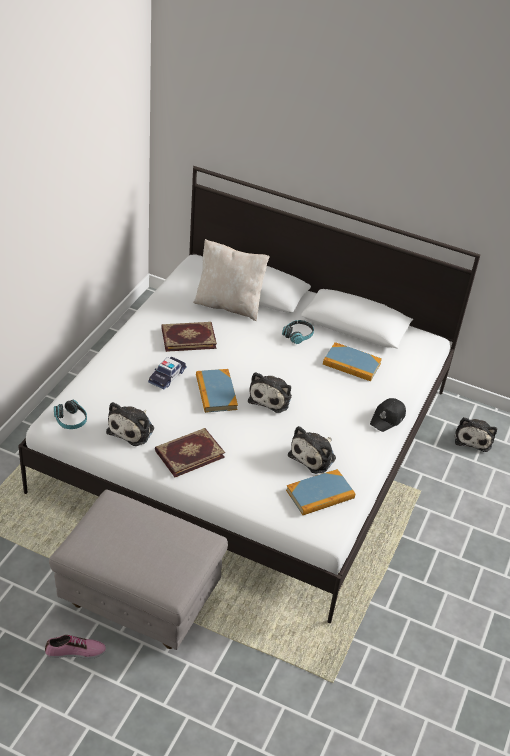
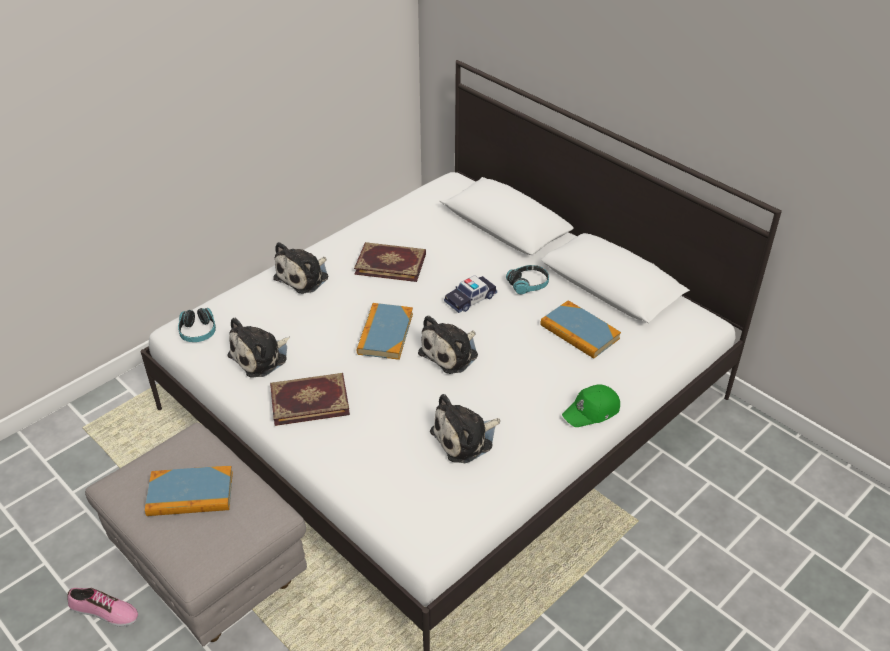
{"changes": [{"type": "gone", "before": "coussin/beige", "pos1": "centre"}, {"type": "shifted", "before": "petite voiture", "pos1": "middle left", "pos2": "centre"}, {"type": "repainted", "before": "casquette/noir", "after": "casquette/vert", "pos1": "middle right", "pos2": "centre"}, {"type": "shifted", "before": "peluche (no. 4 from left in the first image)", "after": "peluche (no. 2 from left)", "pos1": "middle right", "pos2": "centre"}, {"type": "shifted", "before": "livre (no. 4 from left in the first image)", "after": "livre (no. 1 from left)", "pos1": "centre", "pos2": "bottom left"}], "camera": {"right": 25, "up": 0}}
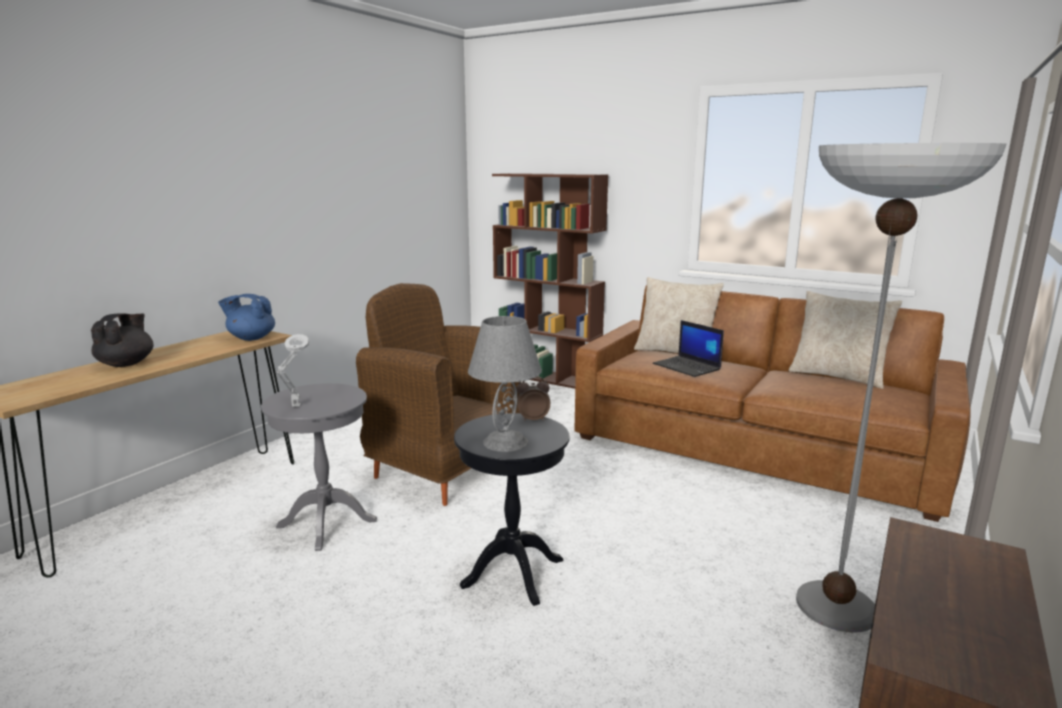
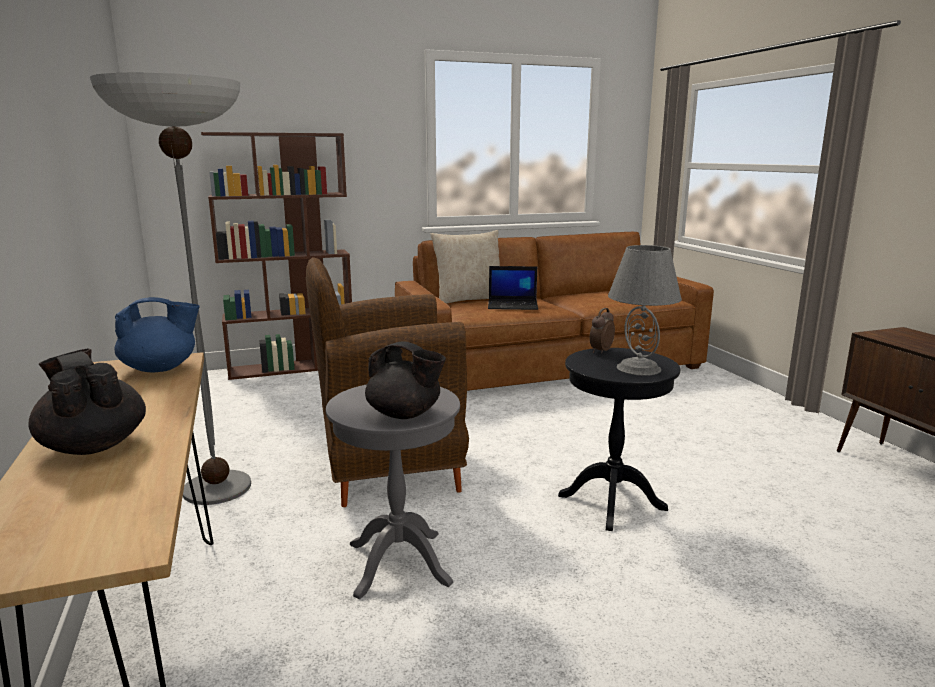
{"changes": [{"type": "shifted", "before": "lampadaire", "pos1": "middle right", "pos2": "middle left"}, {"type": "gone", "before": "coussin/beige (no. 2 from left)", "pos1": "middle right"}, {"type": "rotated", "before": "théière/bleu", "pos1": "middle left", "pos2": "middle left", "turn": -150}, {"type": "swapped", "before": "lampe de table/gris (no. 1 from left)", "after": "théière/noir (no. 2 from left)", "pos1": "middle left", "pos2": "centre"}], "camera": {"right": -50, "up": 0}}
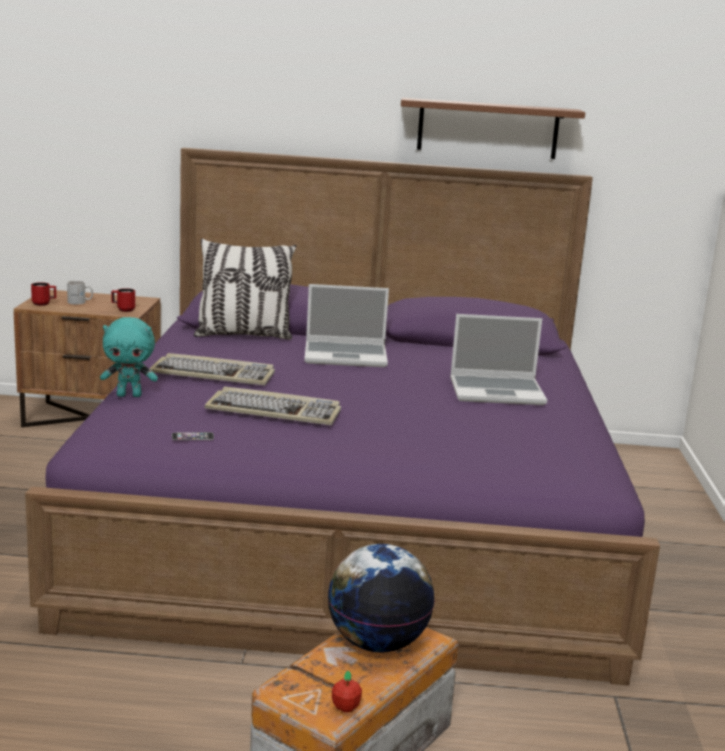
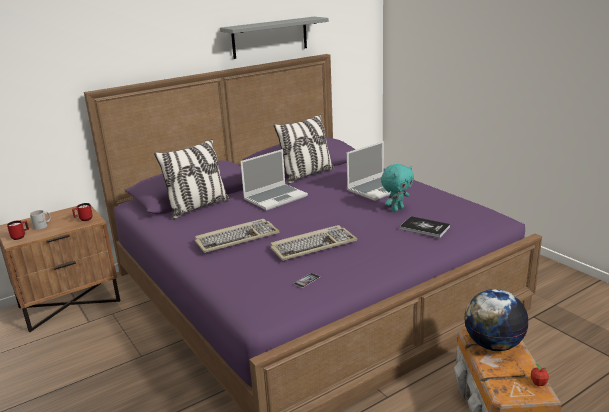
{"changes": [{"type": "repainted", "before": "étagère/marron", "after": "étagère/gris", "pos1": "top right", "pos2": "top centre"}, {"type": "shifted", "before": "peluche/turquoise", "pos1": "middle left", "pos2": "centre"}, {"type": "new", "after": "coussin (no. 2 from left)", "pos2": "centre"}, {"type": "new", "after": "livre", "pos2": "middle right"}], "camera": {"right": -35, "up": 5}}
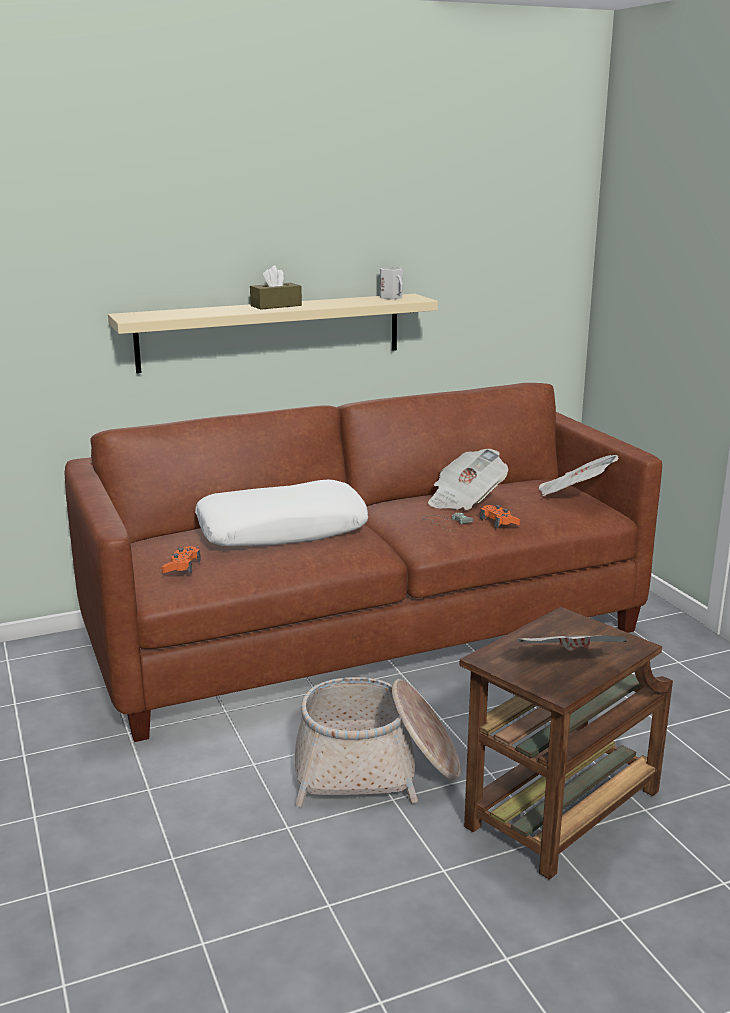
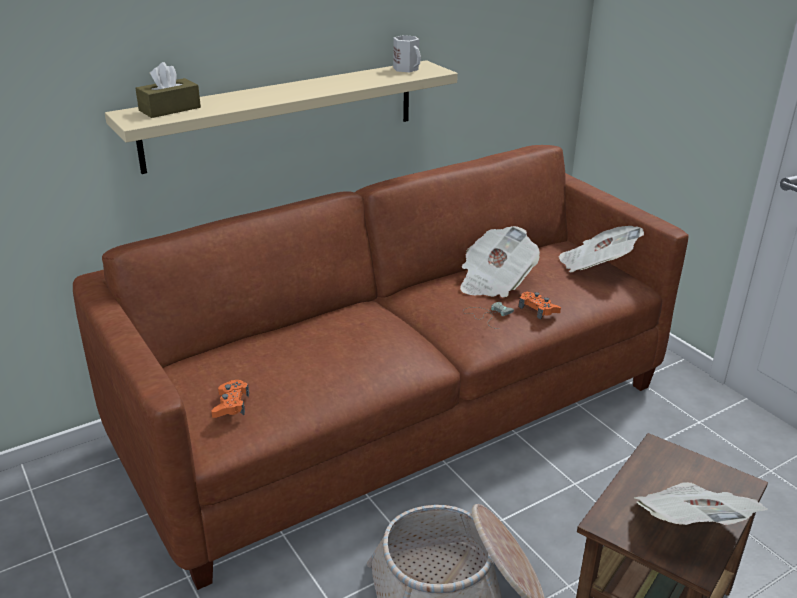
{"changes": [{"type": "shifted", "before": "boîte à mouchoirs/marron", "pos1": "top centre", "pos2": "top left"}, {"type": "gone", "before": "coussin/blanc", "pos1": "centre"}], "camera": {"right": -10, "up": 10}}
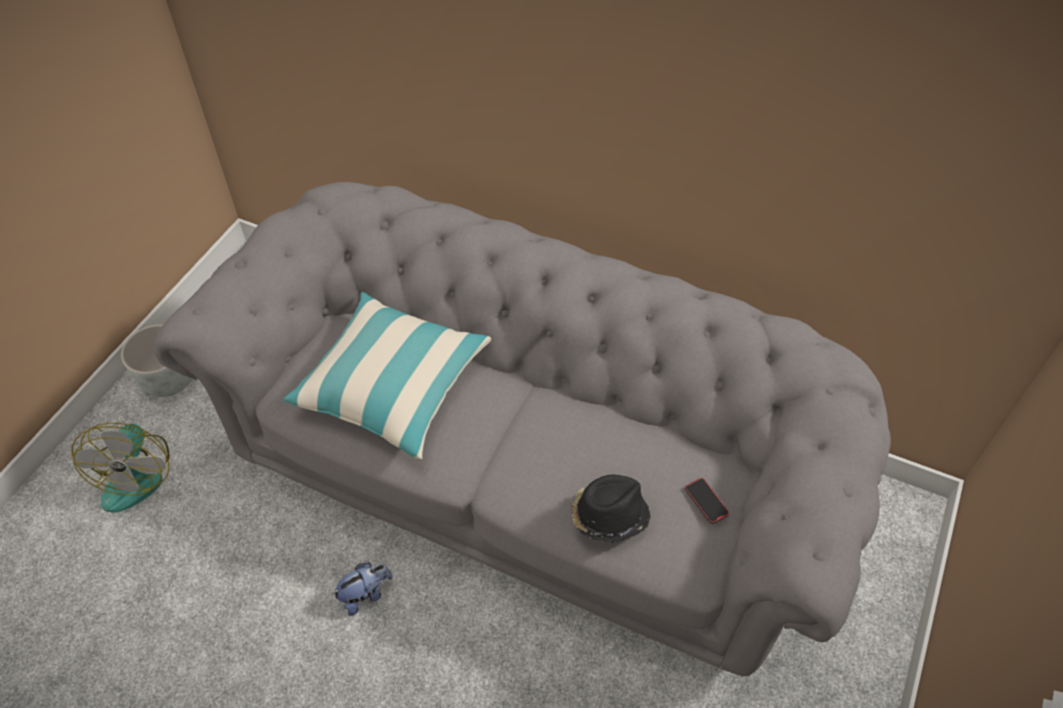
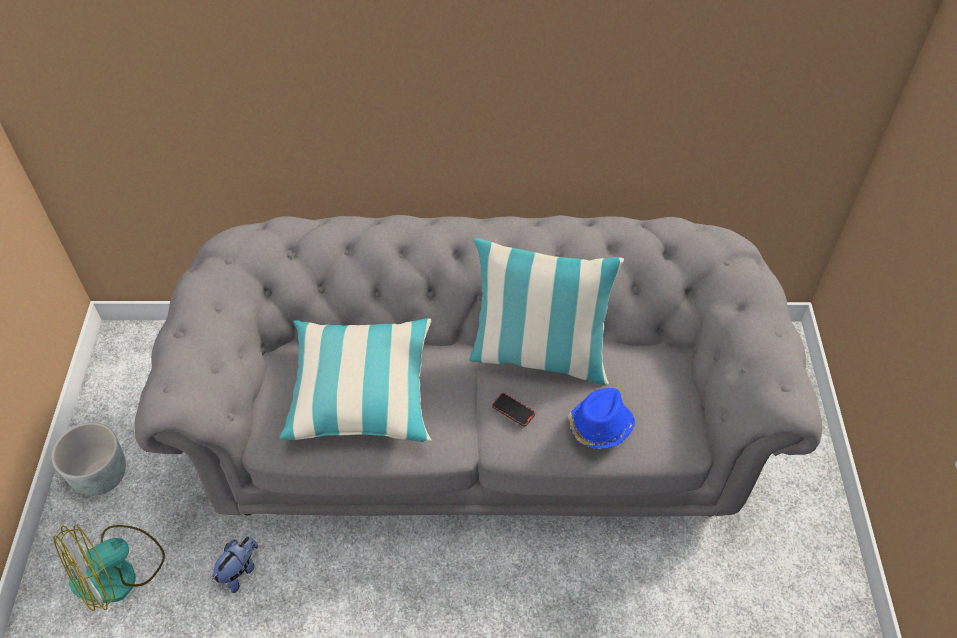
{"changes": [{"type": "rotated", "before": "ventilateur", "pos1": "middle left", "pos2": "bottom left", "turn": 75}, {"type": "repainted", "before": "chapeau/noir", "after": "chapeau/bleu", "pos1": "bottom centre", "pos2": "centre"}, {"type": "shifted", "before": "téléphone", "pos1": "bottom centre", "pos2": "centre"}, {"type": "shifted", "before": "peluche", "pos1": "bottom centre", "pos2": "bottom left"}, {"type": "new", "after": "coussin (no. 2 from left)", "pos2": "centre"}], "camera": {"right": -25, "up": 0}}
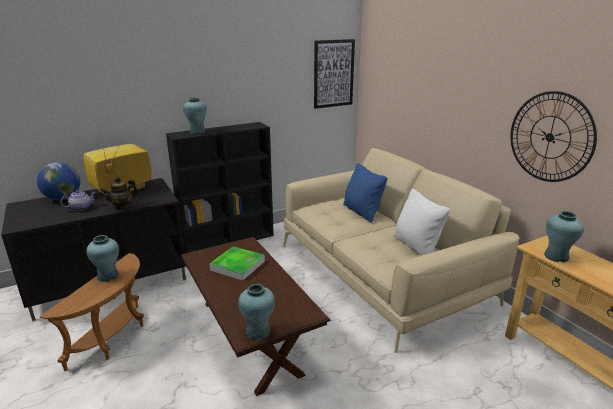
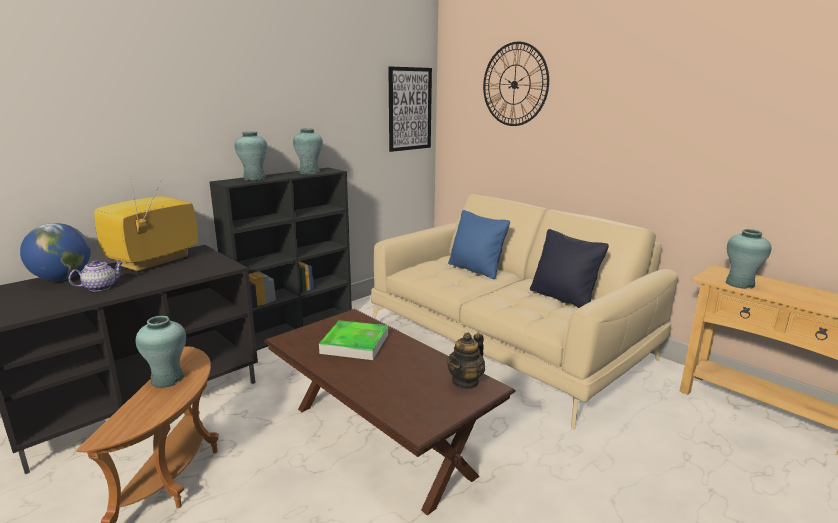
{"changes": [{"type": "shifted", "before": "horloge murale", "pos1": "top right", "pos2": "top centre"}, {"type": "shifted", "before": "théière (no. 2 from left)", "pos1": "middle left", "pos2": "bottom centre"}, {"type": "repainted", "before": "coussin/blanc", "after": "coussin/noir", "pos1": "middle right", "pos2": "middle right"}, {"type": "shifted", "before": "vase/turquoise (no. 3 from left)", "pos1": "bottom centre", "pos2": "top centre"}], "camera": {"right": -15, "up": -5}}
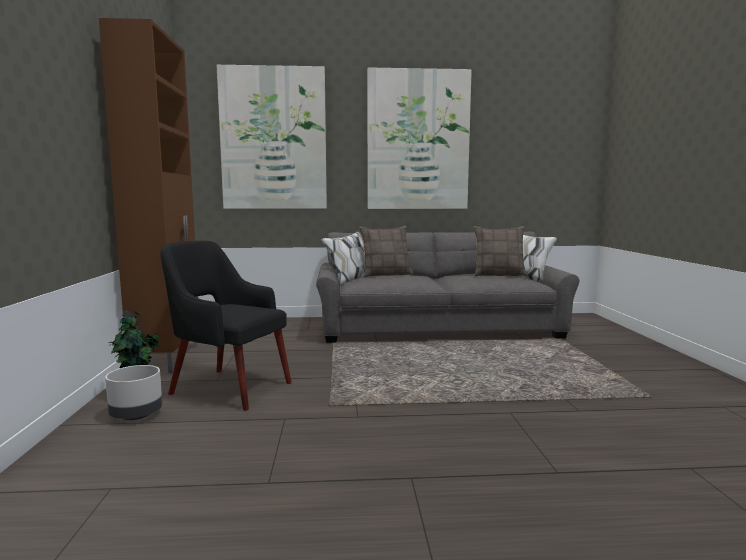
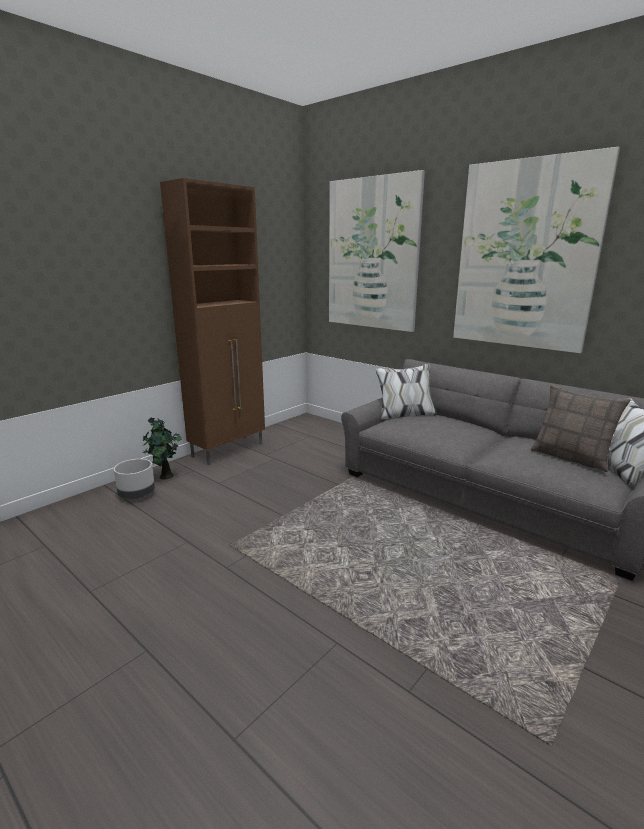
{"changes": [{"type": "gone", "before": "coussin (no. 1 from left)", "pos1": "centre"}, {"type": "gone", "before": "fauteuil/noir", "pos1": "middle left"}], "camera": {"right": 45, "up": 10}}
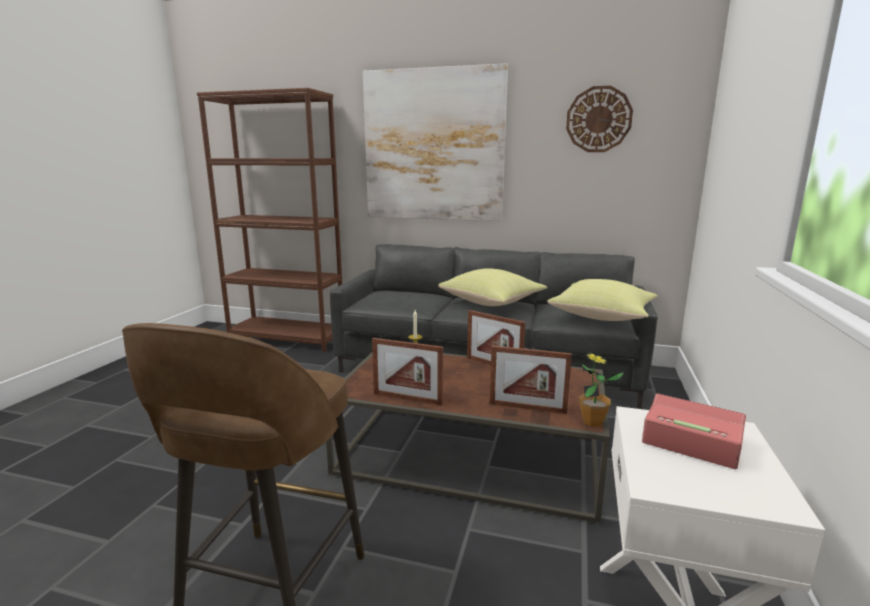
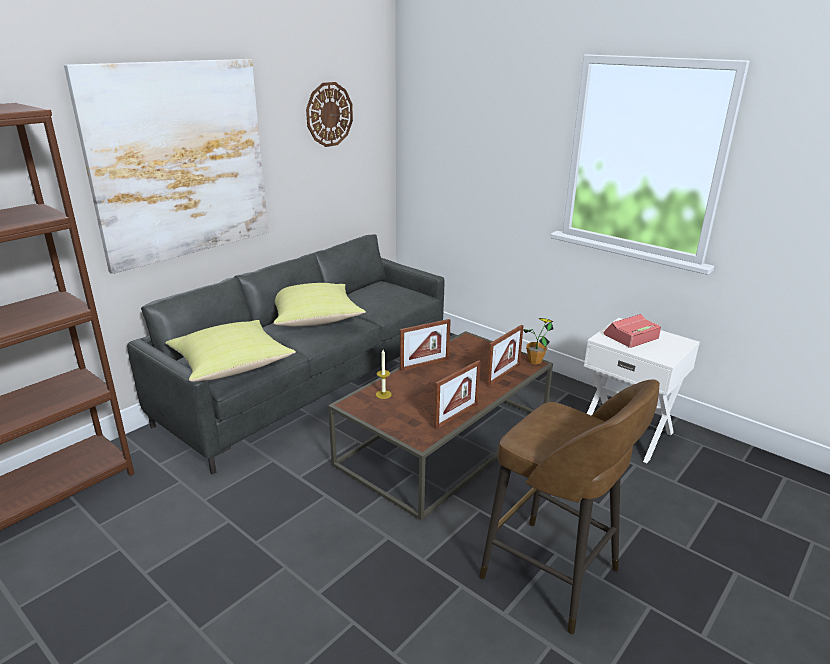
{"changes": [{"type": "shifted", "before": "coussin/jaune (no. 2 from left in the first image)", "after": "coussin/jaune (no. 1 from left)", "pos1": "middle right", "pos2": "middle left"}], "camera": {"right": -65, "up": 10}}
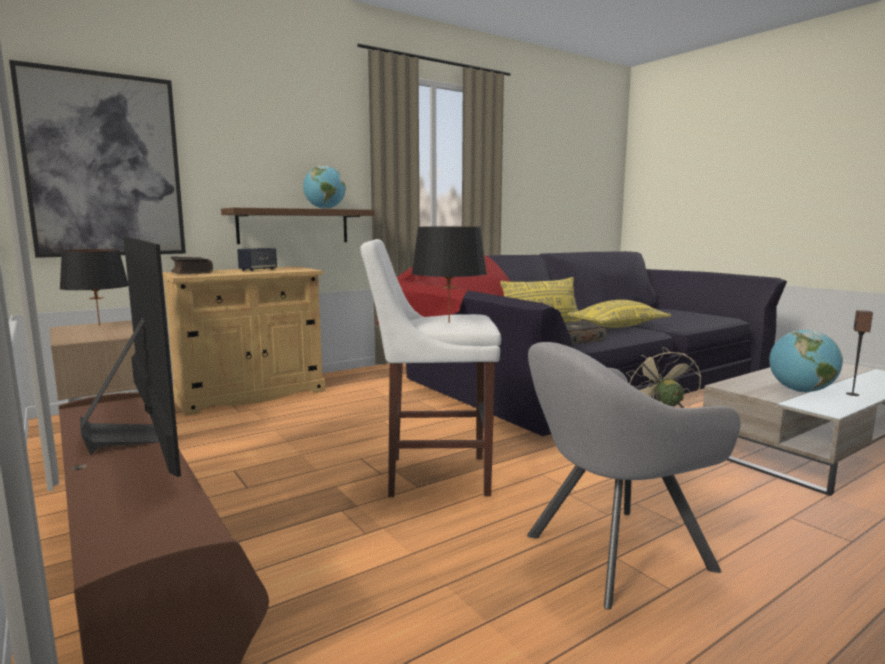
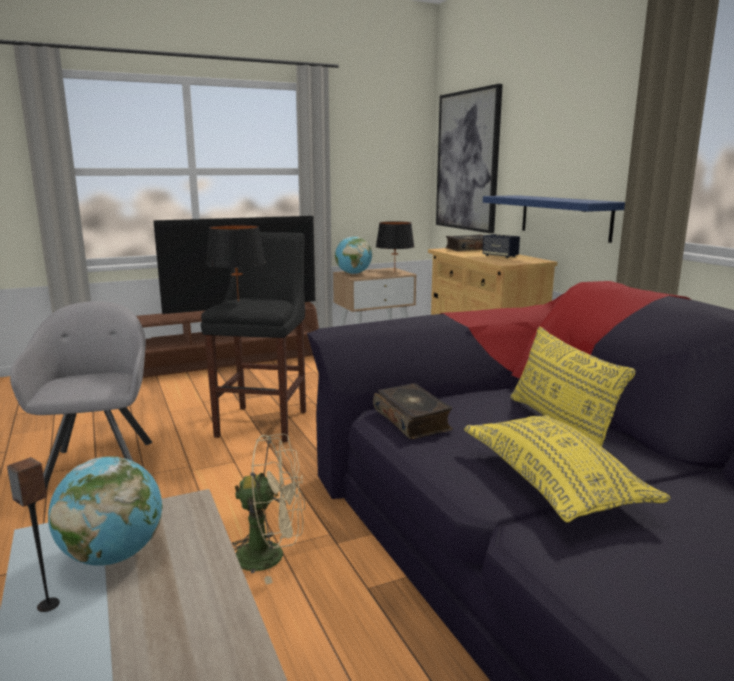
{"changes": [{"type": "shifted", "before": "globe (no. 1 from left in the first image)", "after": "globe (no. 2 from left)", "pos1": "top centre", "pos2": "centre"}, {"type": "repainted", "before": "étagère/marron", "after": "étagère/bleu", "pos1": "centre", "pos2": "top right"}, {"type": "repainted", "before": "tabouret/blanc", "after": "tabouret/noir", "pos1": "centre", "pos2": "centre"}], "camera": {"right": 100, "up": 5}}
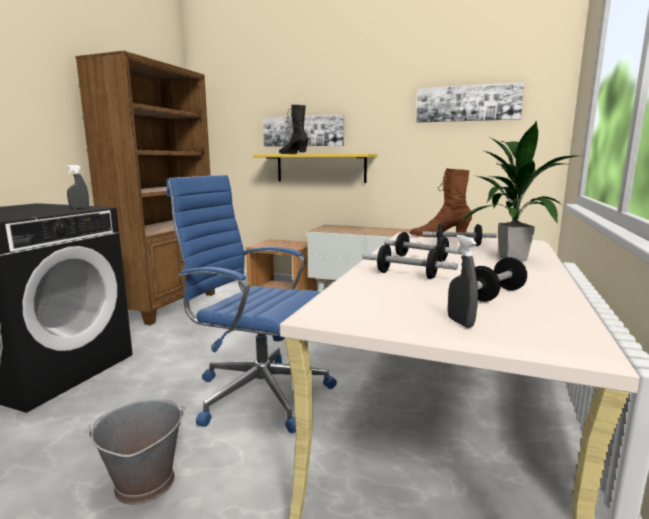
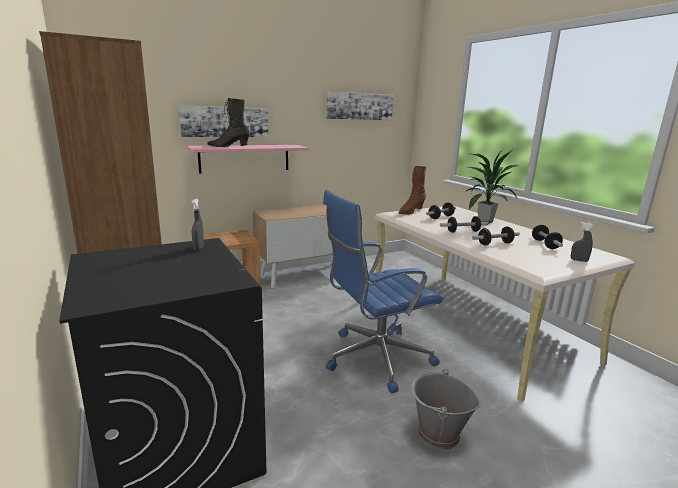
{"changes": [{"type": "repainted", "before": "étagère/jaune", "after": "étagère/rose", "pos1": "top centre", "pos2": "top centre"}], "camera": {"right": -50, "up": 5}}
